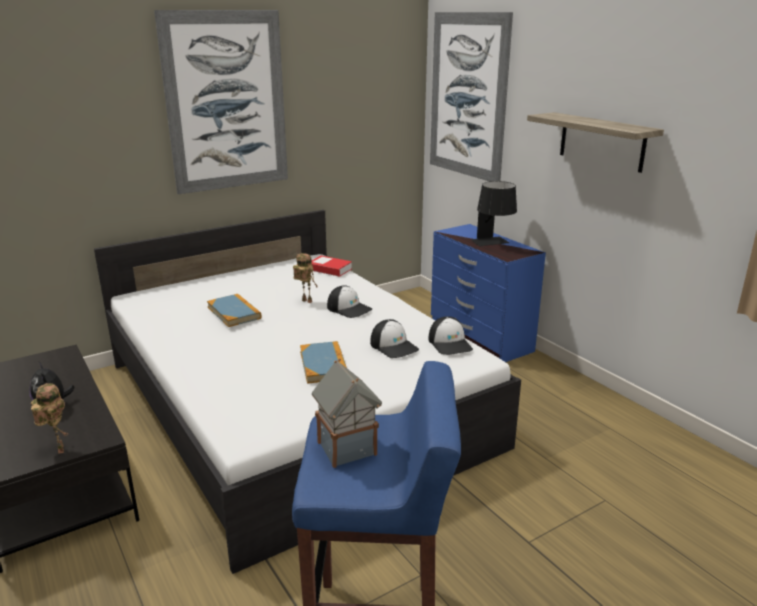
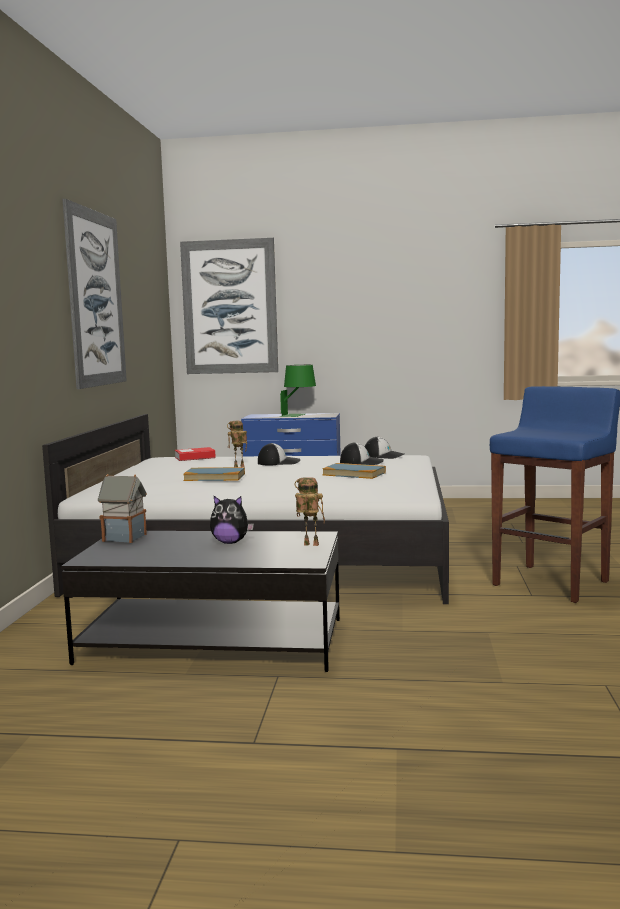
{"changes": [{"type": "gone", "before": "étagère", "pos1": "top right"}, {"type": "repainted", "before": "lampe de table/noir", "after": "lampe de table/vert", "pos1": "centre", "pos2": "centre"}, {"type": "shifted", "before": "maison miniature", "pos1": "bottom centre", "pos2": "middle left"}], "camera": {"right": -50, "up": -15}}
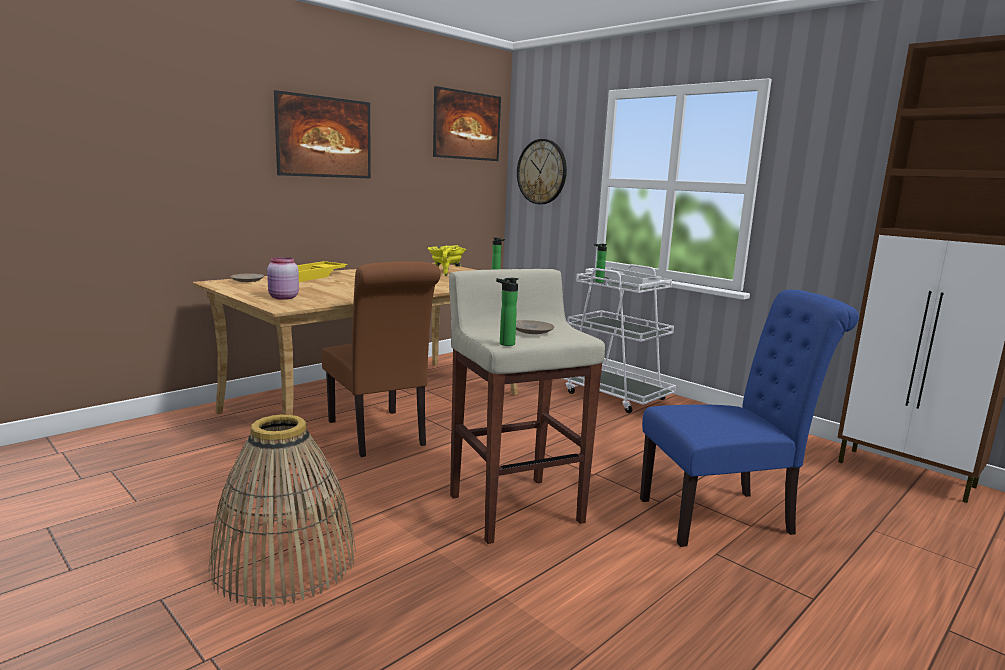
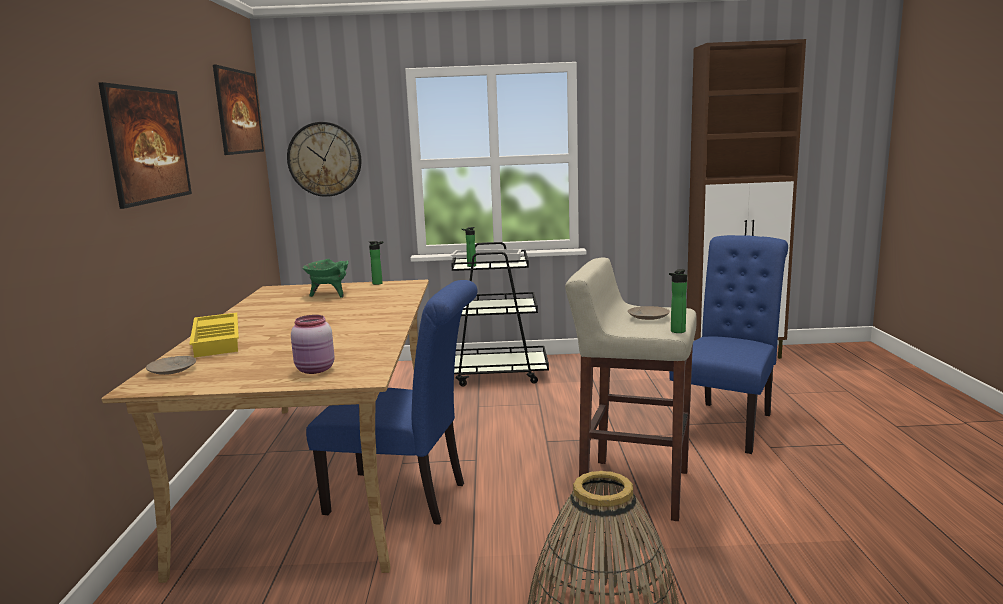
{"changes": [{"type": "repainted", "before": "marmite/jaune", "after": "marmite/vert", "pos1": "centre", "pos2": "middle left"}, {"type": "repainted", "before": "chaise/marron", "after": "chaise/bleu (no. 1 from left)", "pos1": "centre", "pos2": "centre"}, {"type": "repainted", "before": "chariot/blanc", "after": "chariot/noir", "pos1": "centre", "pos2": "centre"}], "camera": {"right": -45, "up": 0}}
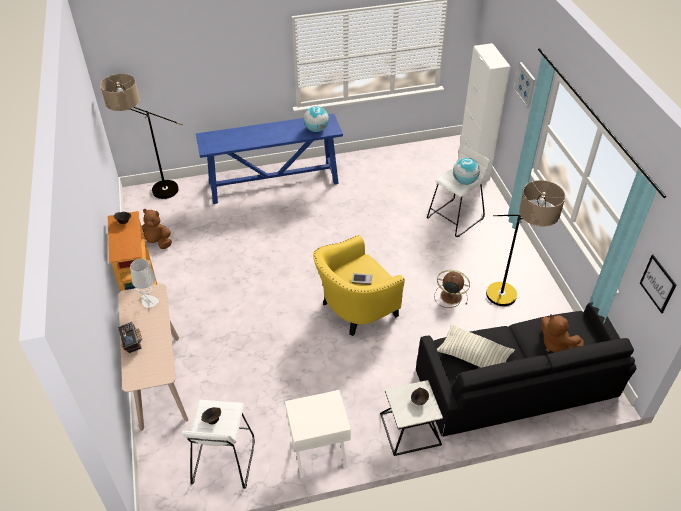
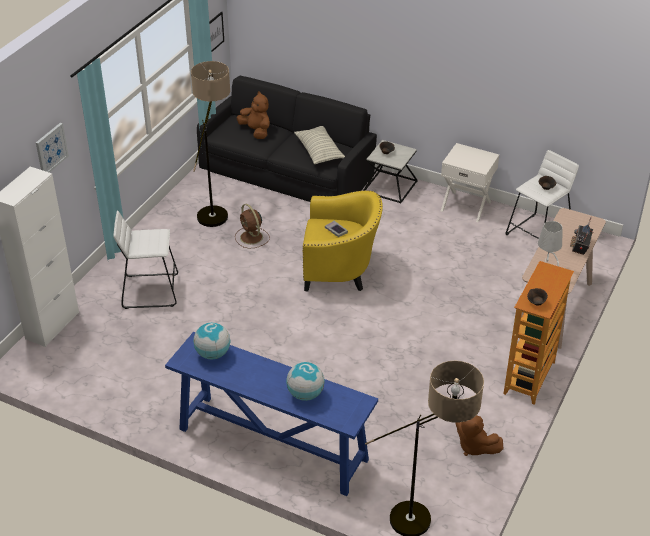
{"changes": [{"type": "shifted", "before": "globe (no. 2 from left)", "pos1": "middle right", "pos2": "bottom centre"}, {"type": "rotated", "before": "peluche/marron (no. 2 from left in the first image)", "pos1": "middle right", "pos2": "top centre", "turn": -45}], "camera": {"right": -140, "up": -5}}
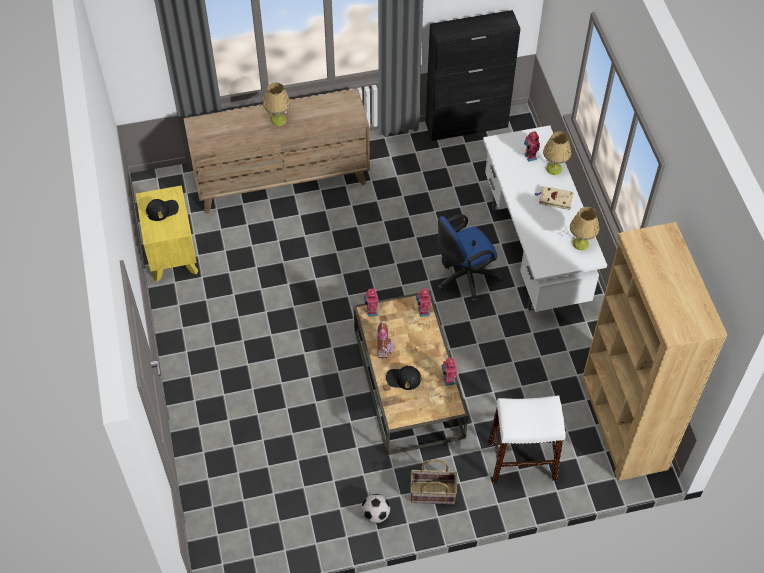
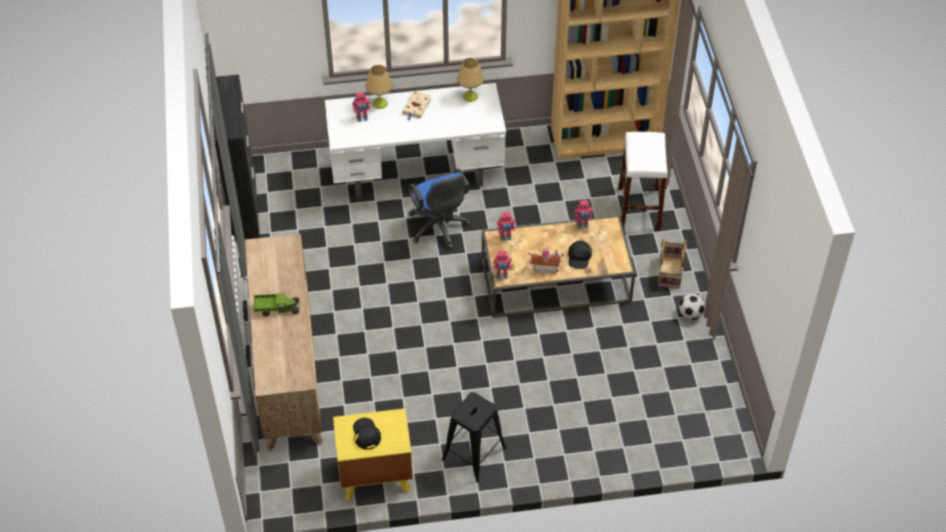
{"changes": [{"type": "swapped", "before": "lampe de table (no. 1 from left)", "after": "camion jouet", "pos1": "top centre", "pos2": "middle left"}, {"type": "new", "after": "tabouret/noir", "pos2": "bottom centre"}], "camera": {"right": -85, "up": -5}}
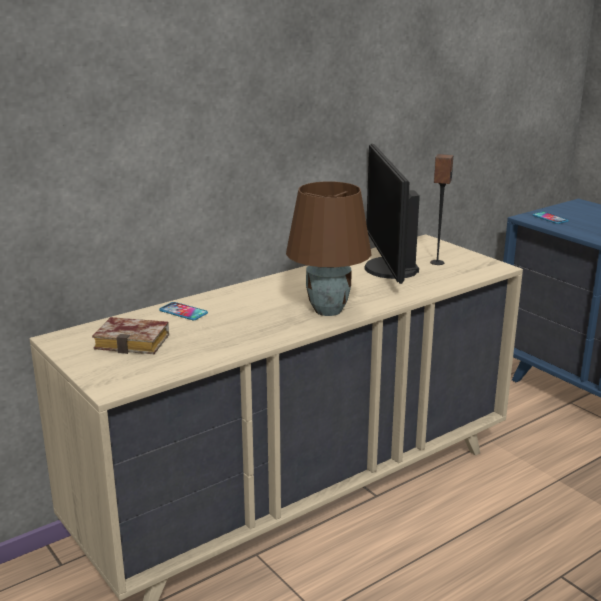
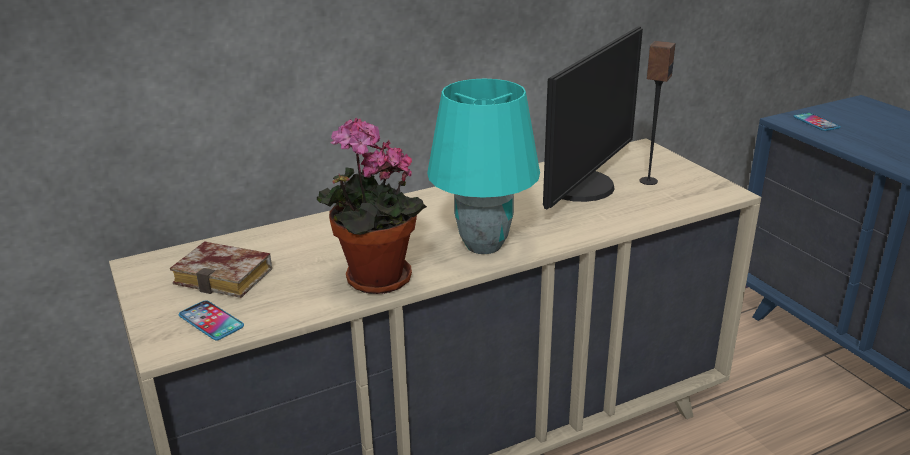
{"changes": [{"type": "rotated", "before": "écran d'ordinateur", "pos1": "centre", "pos2": "top centre", "turn": -150}, {"type": "repainted", "before": "lampe de table/marron", "after": "lampe de table/turquoise", "pos1": "centre", "pos2": "centre"}, {"type": "shifted", "before": "téléphone (no. 1 from left)", "pos1": "middle left", "pos2": "bottom left"}, {"type": "new", "after": "plante en pot", "pos2": "centre"}], "camera": {"right": 10, "up": 5}}
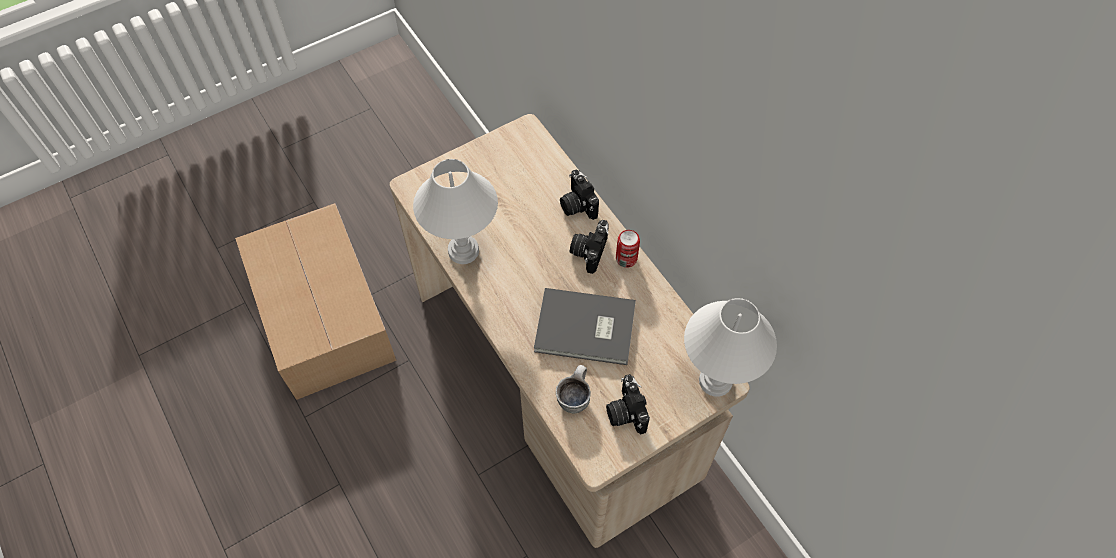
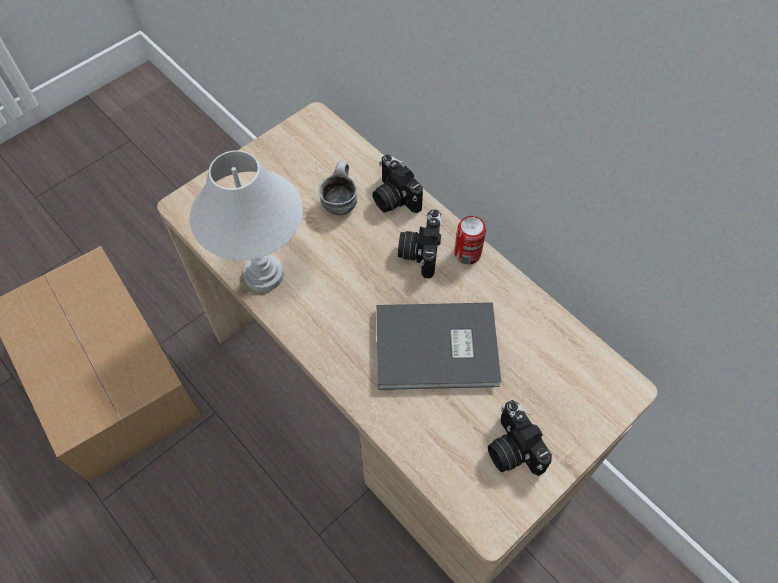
{"changes": [{"type": "gone", "before": "lampe de table/blanc (no. 2 from left)", "pos1": "centre"}, {"type": "shifted", "before": "mug", "pos1": "bottom centre", "pos2": "top centre"}], "camera": {"right": -10, "up": 0}}
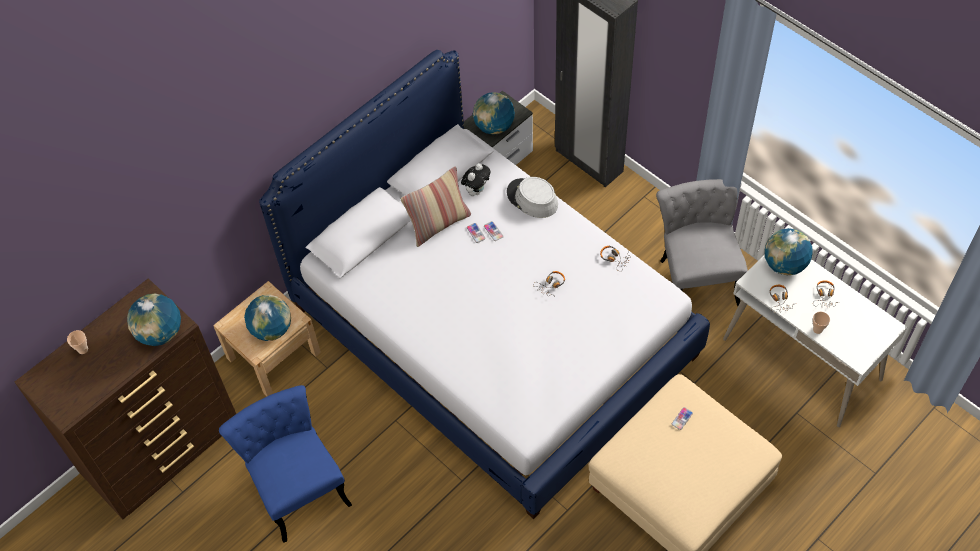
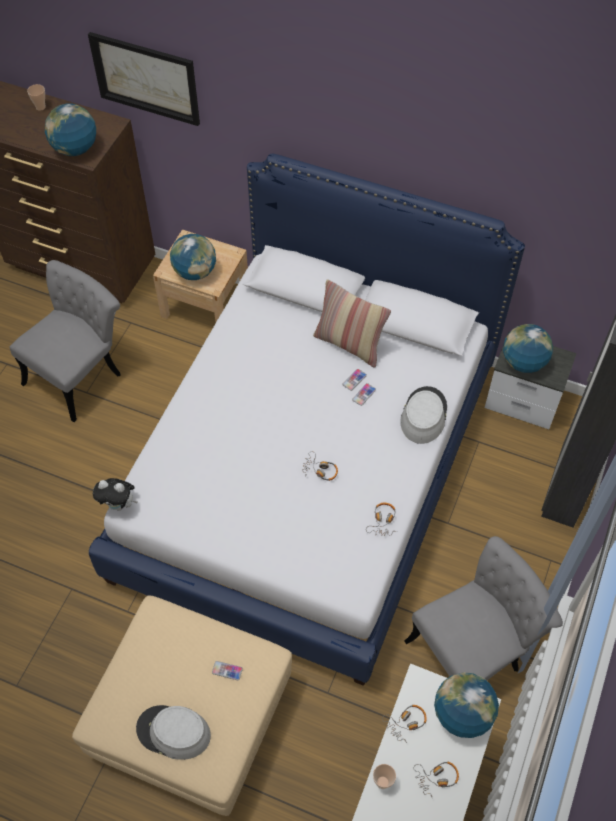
{"changes": [{"type": "shifted", "before": "peluche", "pos1": "top centre", "pos2": "middle left"}, {"type": "repainted", "before": "chaise/bleu", "after": "chaise/gris (no. 1 from left)", "pos1": "bottom left", "pos2": "middle left"}, {"type": "new", "after": "tableau", "pos2": "top left"}, {"type": "new", "after": "chapeau/gris (no. 1 from left)", "pos2": "bottom left"}], "camera": {"right": 65, "up": 0}}
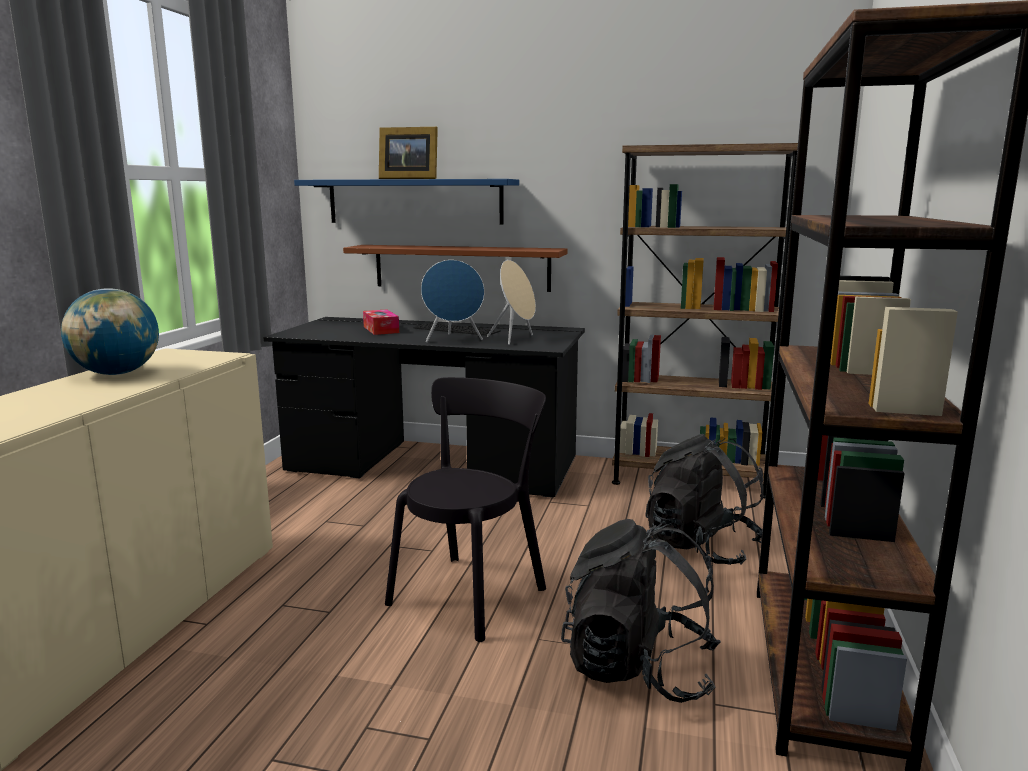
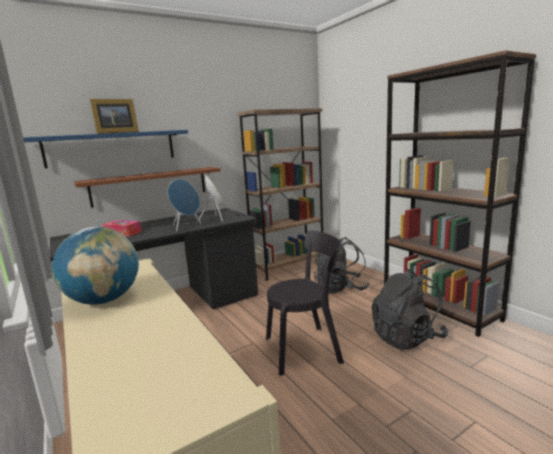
{"changes": [{"type": "rotated", "before": "chaise/noir", "pos1": "centre", "pos2": "bottom centre", "turn": 90}], "camera": {"right": -45, "up": 0}}
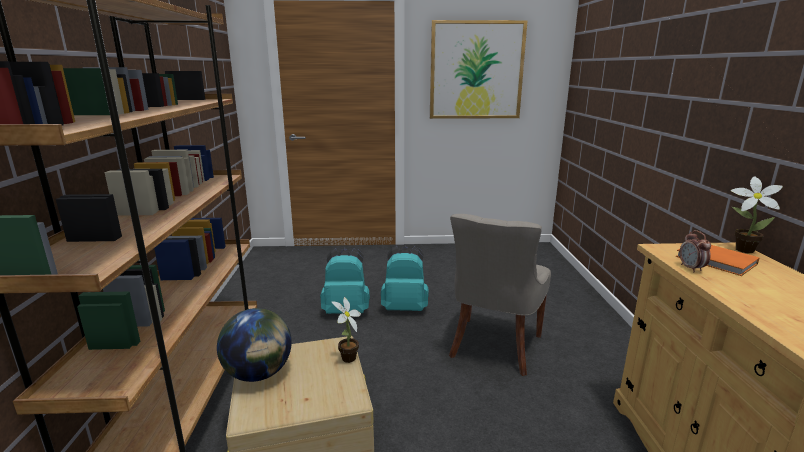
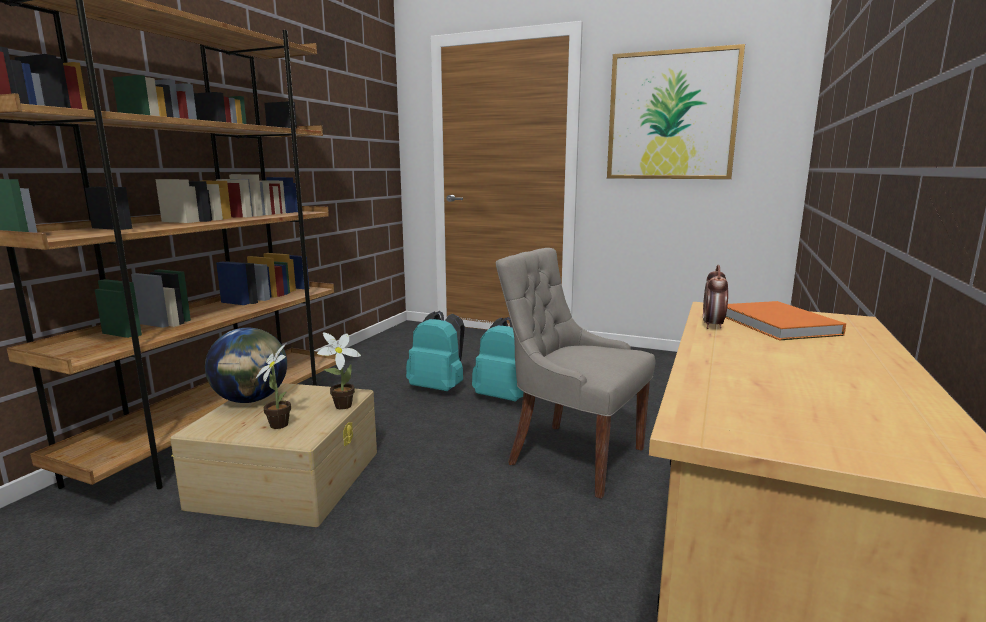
{"changes": [{"type": "shifted", "before": "plante en pot (no. 2 from left in the first image)", "after": "plante en pot (no. 1 from left)", "pos1": "middle right", "pos2": "middle left"}, {"type": "rotated", "before": "chaise/gris", "pos1": "centre", "pos2": "centre", "turn": 75}], "camera": {"right": 25, "up": -5}}
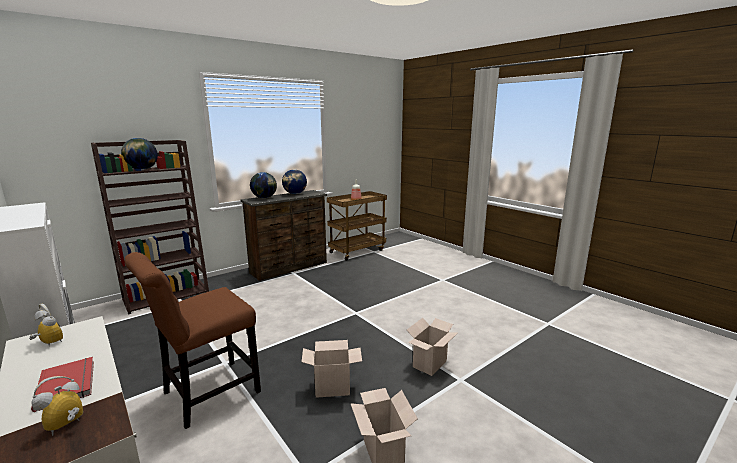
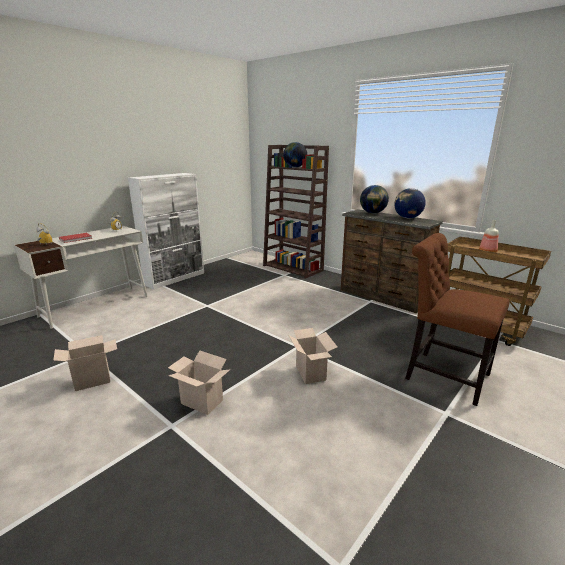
{"changes": [{"type": "shifted", "before": "chaise/marron", "pos1": "bottom left", "pos2": "middle right"}, {"type": "shifted", "before": "carton (no. 1 from left in the first image)", "after": "carton (no. 3 from left)", "pos1": "bottom centre", "pos2": "centre"}], "camera": {"right": 80, "up": 5}}
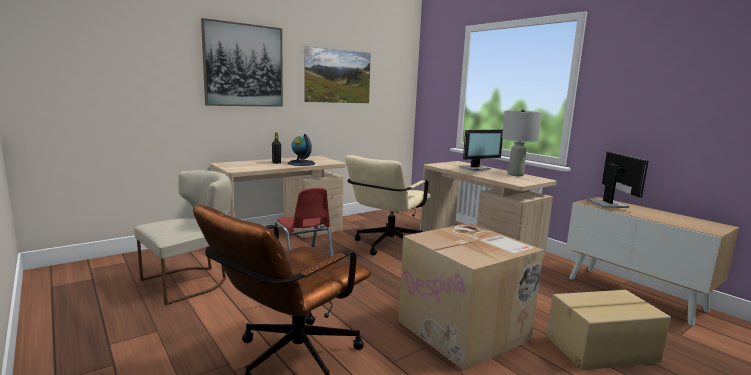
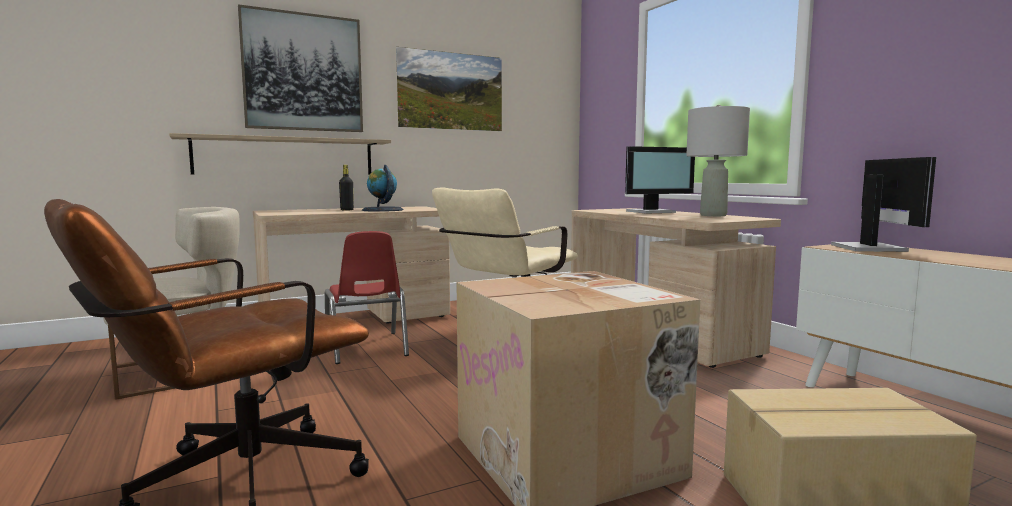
{"changes": [{"type": "new", "after": "étagère", "pos2": "top left"}], "camera": {"right": 10, "up": -5}}
